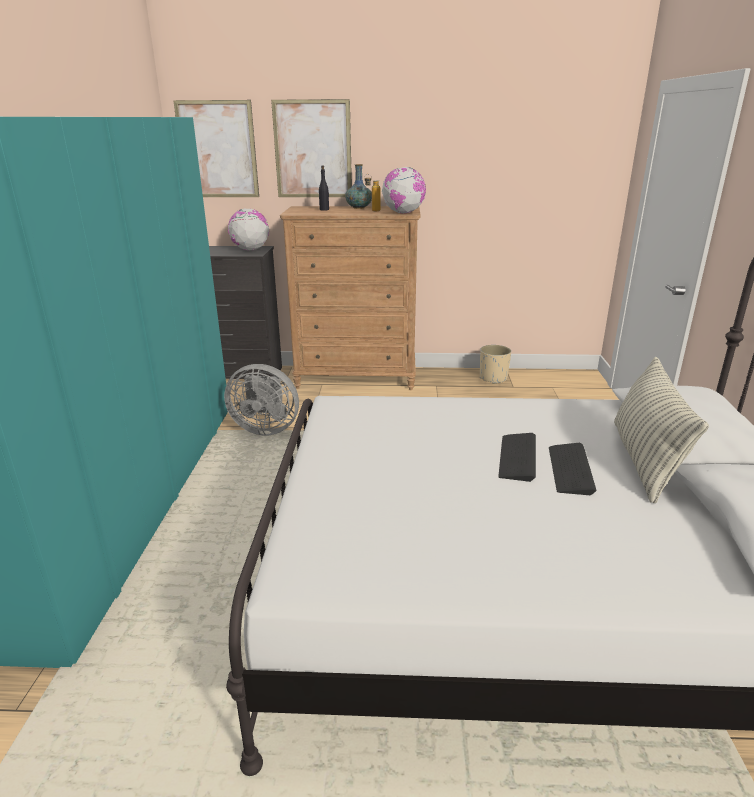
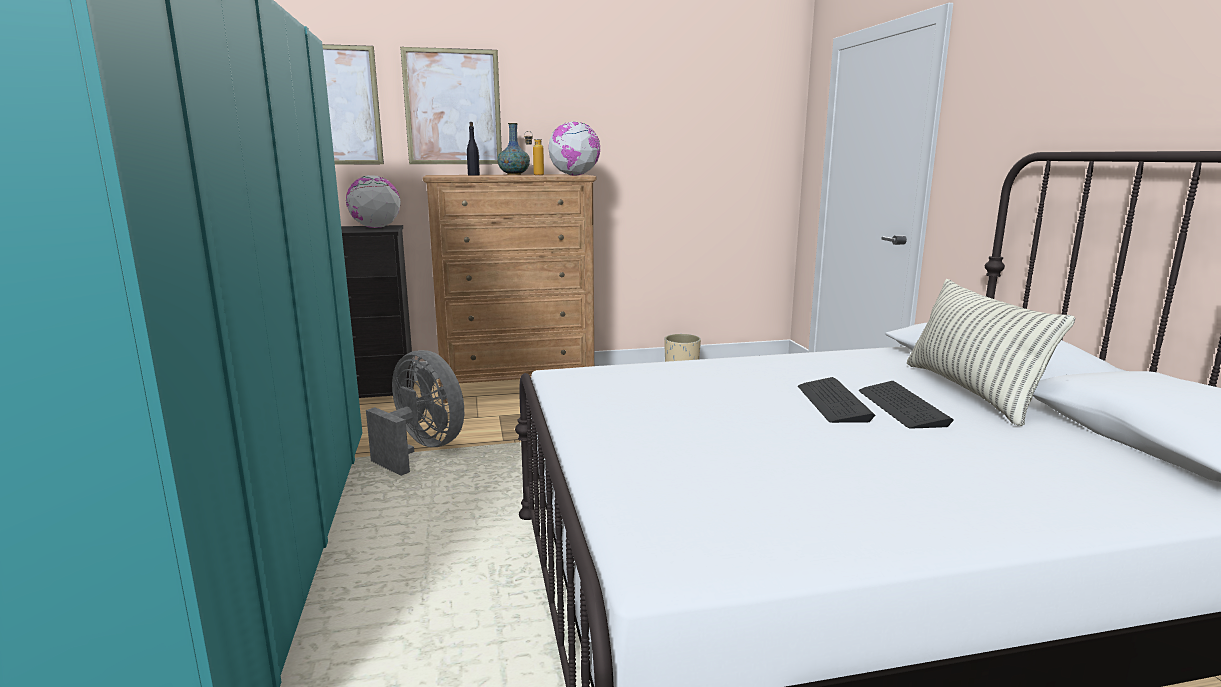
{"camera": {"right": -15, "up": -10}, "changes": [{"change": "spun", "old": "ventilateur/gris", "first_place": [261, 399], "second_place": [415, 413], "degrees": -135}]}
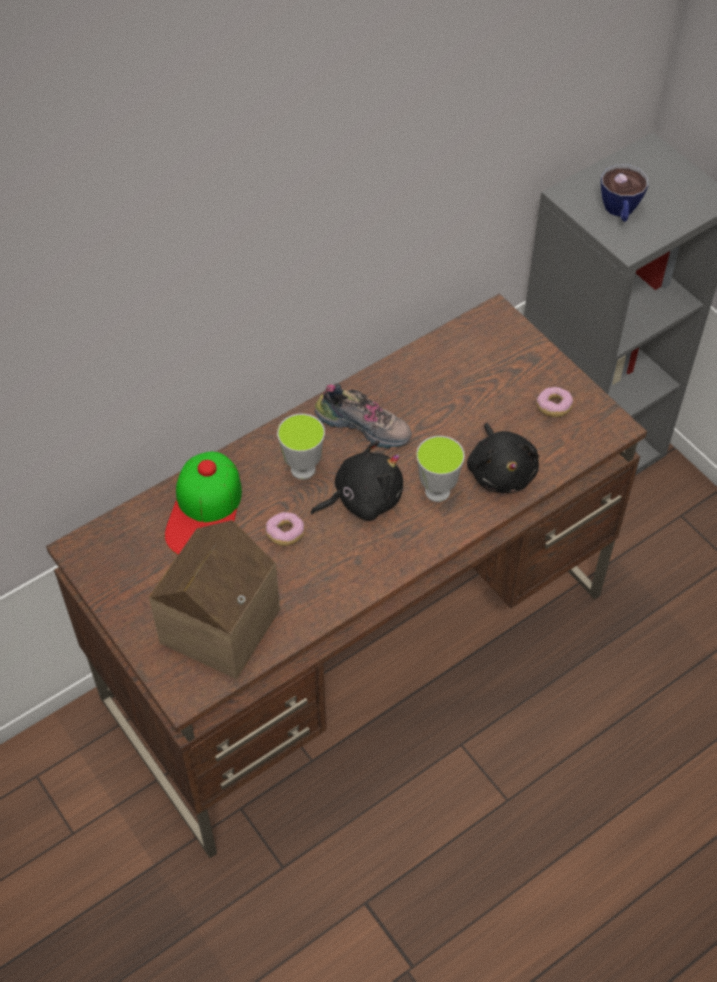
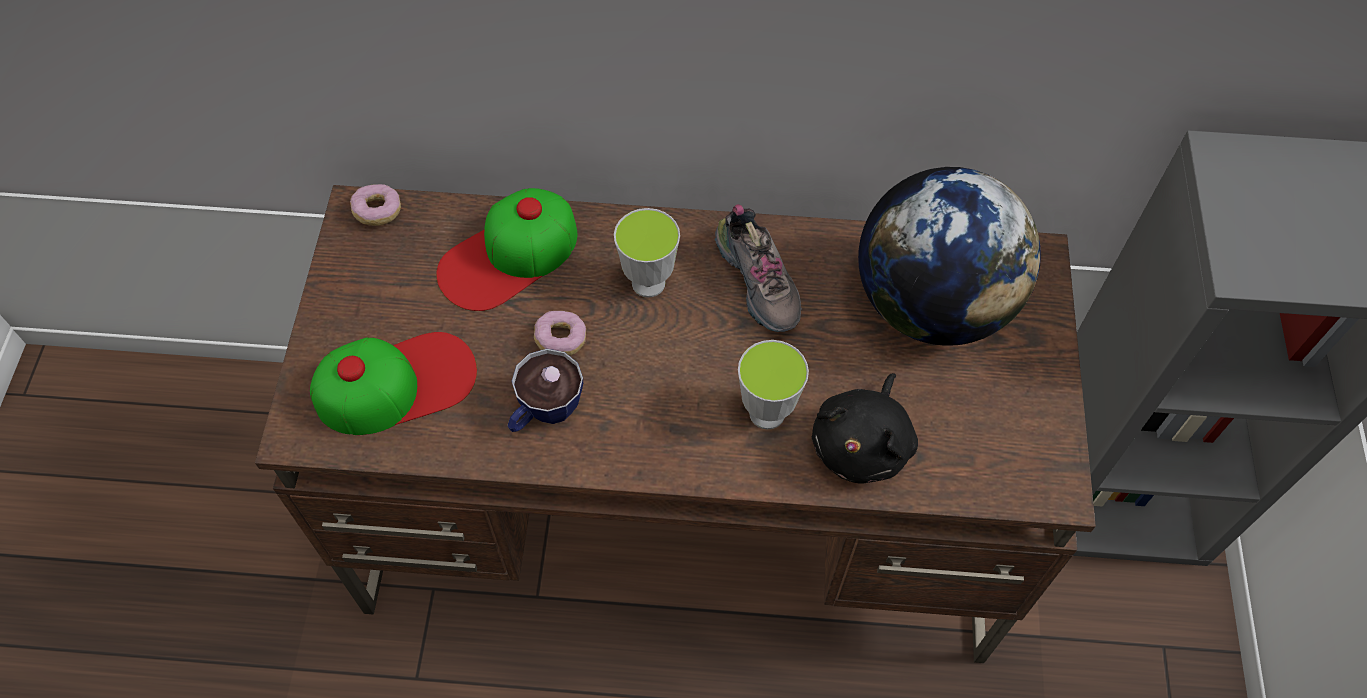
{"camera": {"right": 40, "up": 5}, "changes": [{"change": "relocated", "old": "tasse", "first_place": [625, 193], "second_place": [545, 390]}, {"change": "relocated", "old": "beignet", "first_place": [555, 402], "second_place": [375, 205]}, {"change": "missing", "old": "peluche/noir", "first_place": [357, 480]}, {"change": "exchanged", "old": "maison miniature", "new": "casquette", "first_place": [214, 599], "second_place": [393, 383]}, {"change": "appeared", "new": "globe", "second_place": [949, 256]}]}
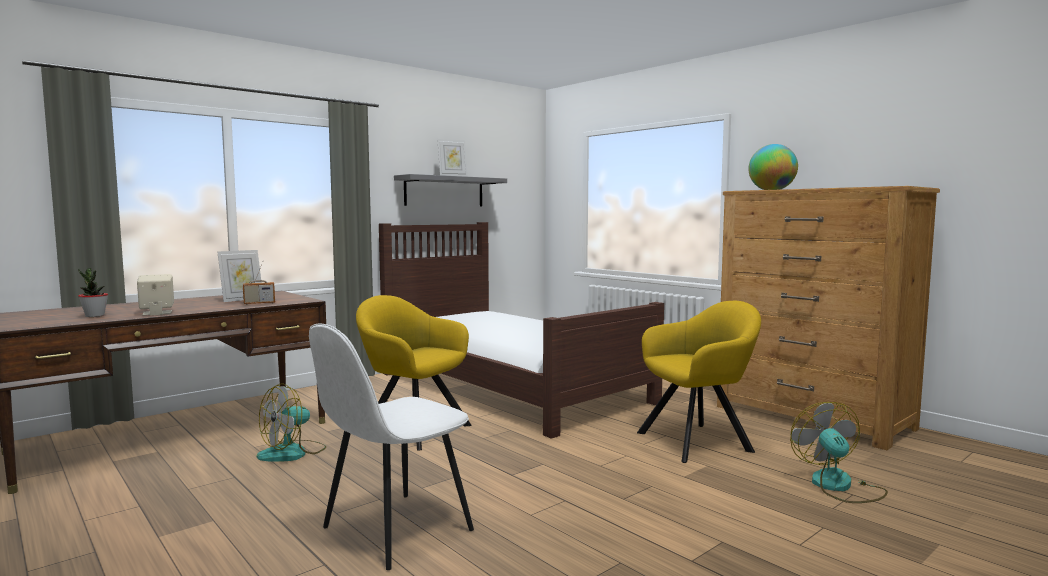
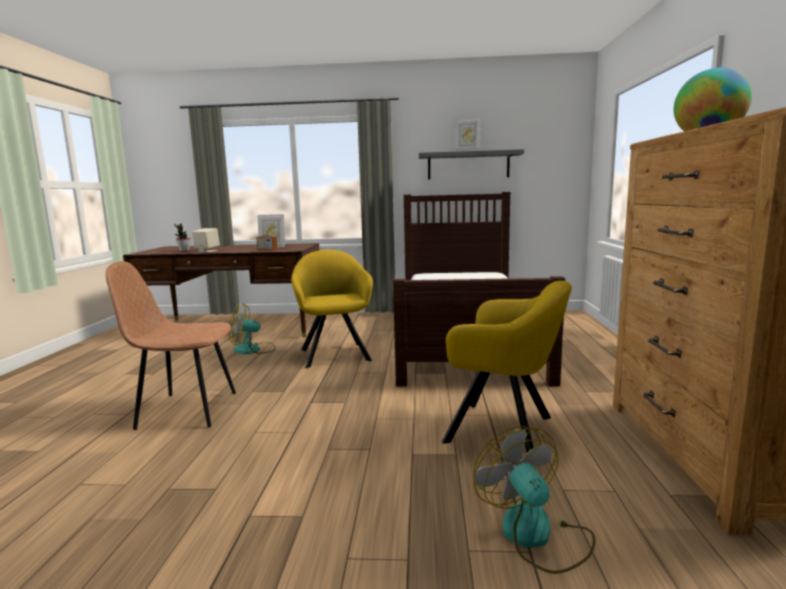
{"camera": {"right": 45, "up": 5}, "changes": [{"change": "colour", "old": "chaise/blanc", "new": "chaise/marron", "first_place": [391, 447], "second_place": [171, 345]}, {"change": "spun", "old": "ventilateur", "first_place": [839, 452], "second_place": [534, 500], "degrees": -60}]}
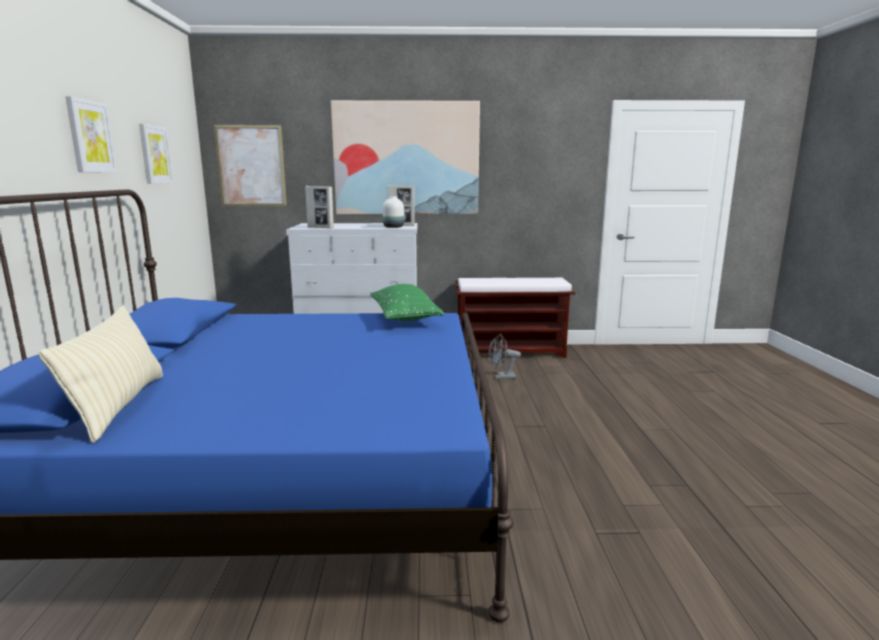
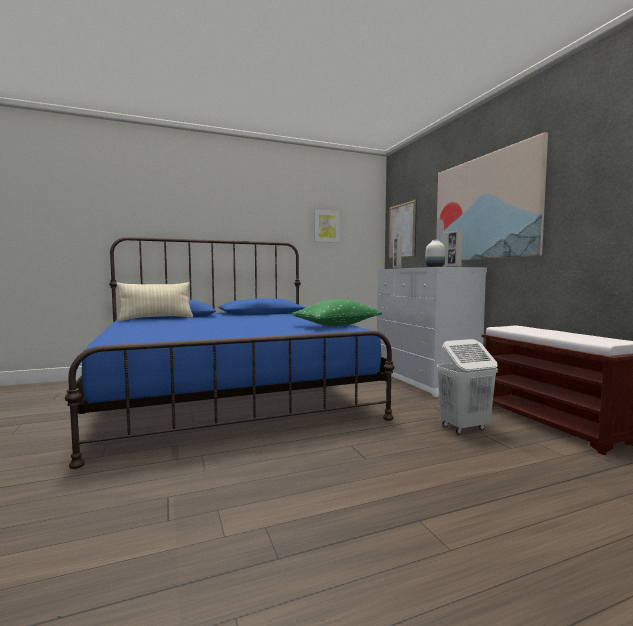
{"camera": {"right": 70, "up": -10}, "changes": [{"change": "missing", "old": "tableau", "first_place": [91, 134]}, {"change": "exchanged", "old": "ventilateur/gris", "new": "panier à linge/blanc", "first_place": [505, 356], "second_place": [467, 386]}]}
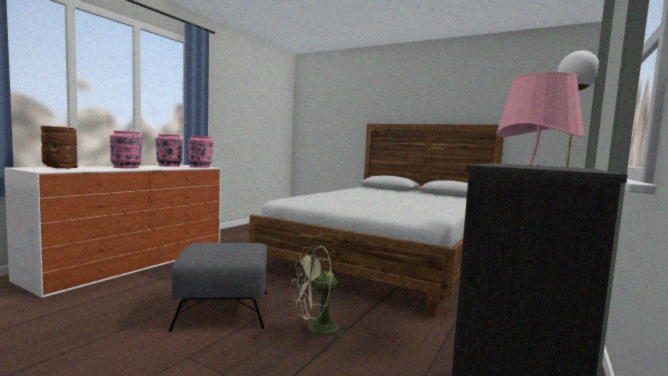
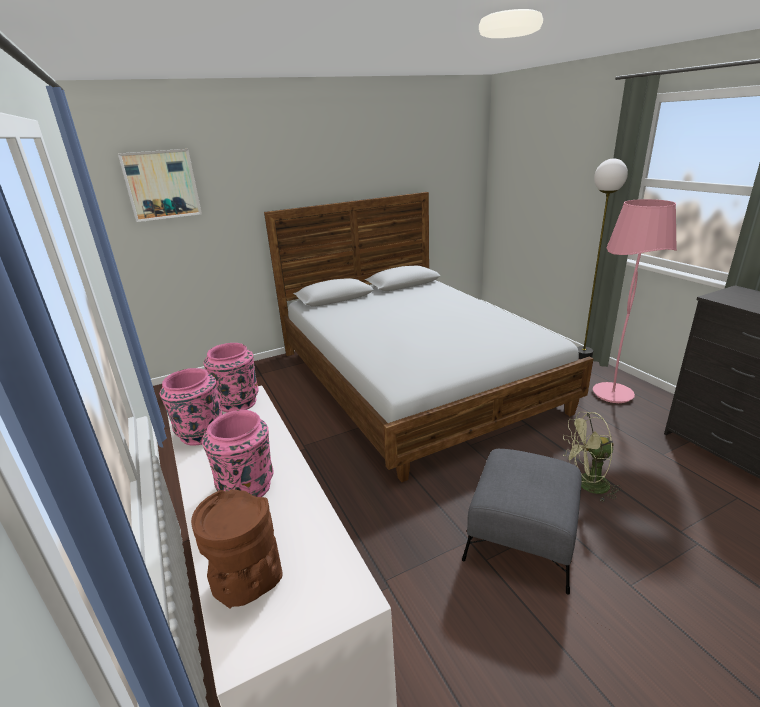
{"camera": {"right": -55, "up": 20}, "changes": [{"change": "spun", "old": "ventilateur/vert", "first_place": [321, 294], "second_place": [592, 457], "degrees": 75}, {"change": "appeared", "new": "tableau", "second_place": [160, 185]}]}
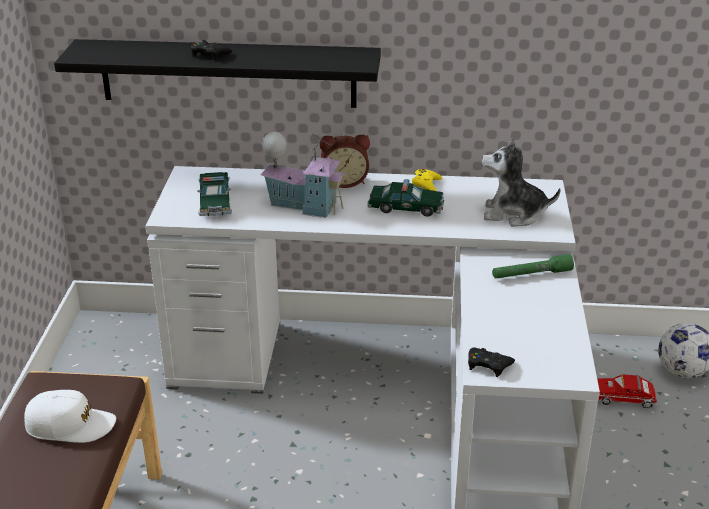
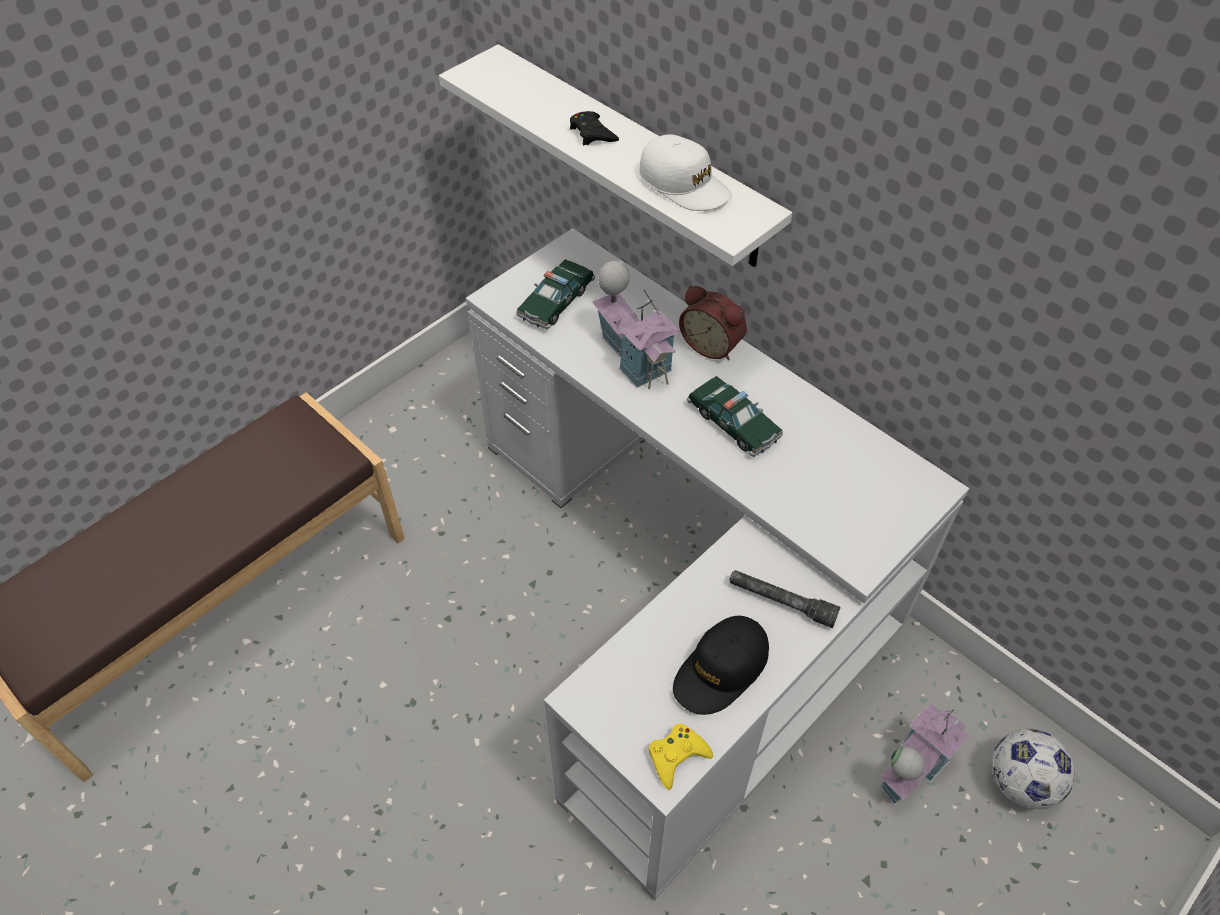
{"camera": {"right": 40, "up": 20}, "changes": [{"change": "colour", "old": "étagère/noir", "new": "étagère/blanc", "first_place": [217, 73], "second_place": [615, 155]}, {"change": "missing", "old": "peluche", "first_place": [521, 182]}, {"change": "relocated", "old": "manette/jaune", "first_place": [427, 180], "second_place": [681, 757]}, {"change": "colour", "old": "lampe de poche/vert", "new": "lampe de poche/gris", "first_place": [533, 266], "second_place": [785, 599]}, {"change": "missing", "old": "manette/noir", "first_place": [491, 362]}, {"change": "exchanged", "old": "camion jouet", "new": "maison miniature", "first_place": [630, 391], "second_place": [924, 754]}, {"change": "relocated", "old": "casquette/blanc", "first_place": [70, 416], "second_place": [685, 172]}, {"change": "appeared", "new": "casquette/noir", "second_place": [721, 665]}]}
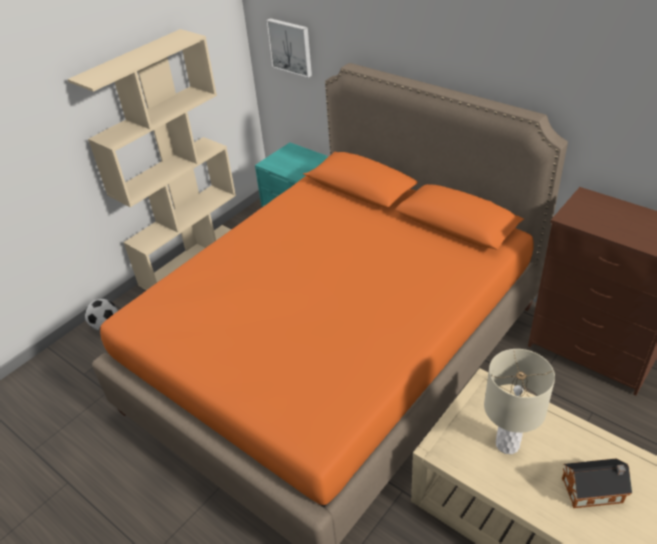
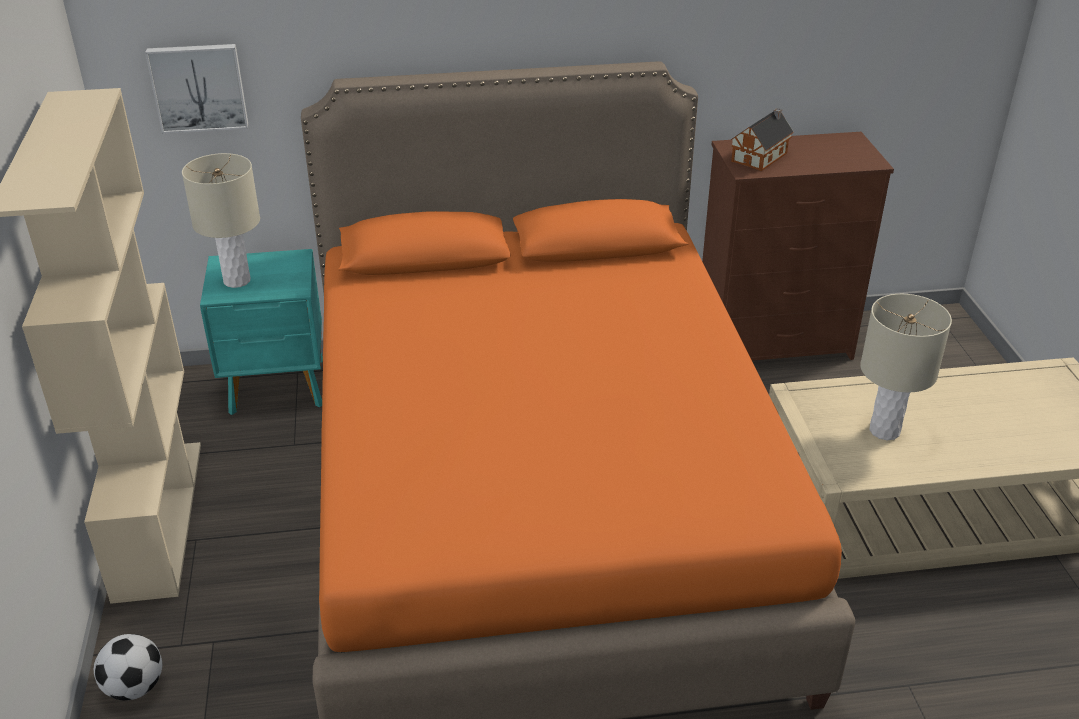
{"camera": {"right": -50, "up": -5}, "changes": [{"change": "relocated", "old": "maison miniature", "first_place": [597, 483], "second_place": [762, 139]}, {"change": "appeared", "new": "lampe de table/beige", "second_place": [221, 220]}]}
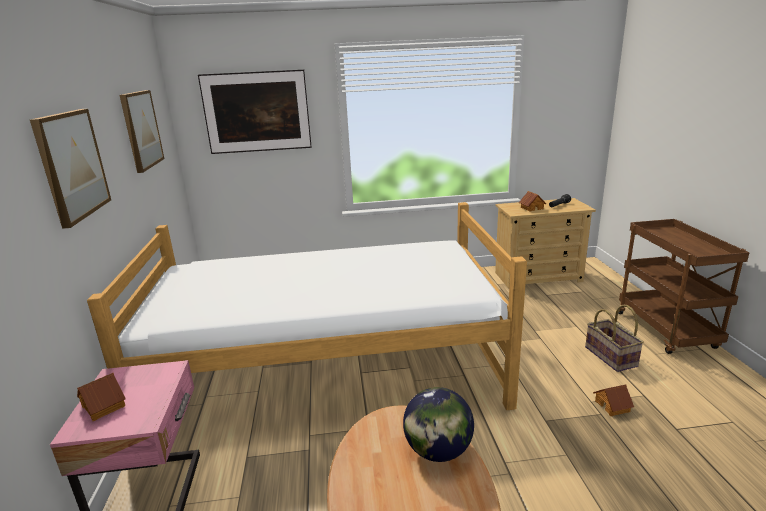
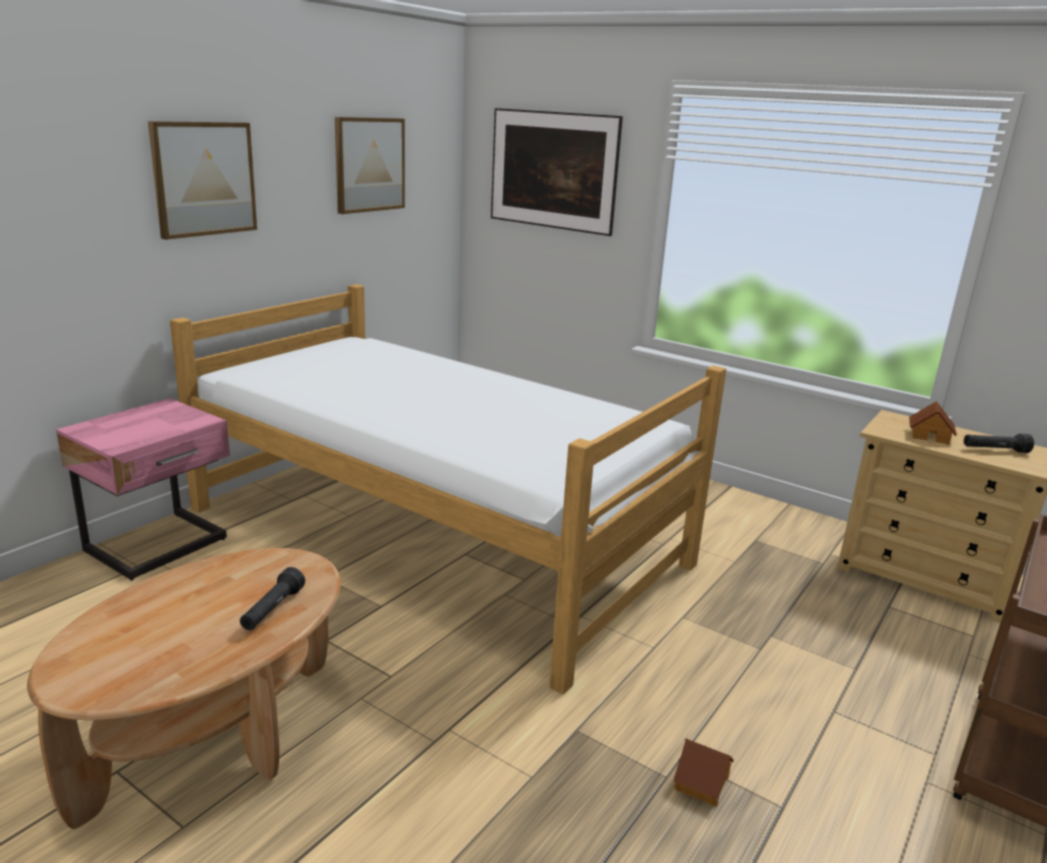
{"camera": {"right": 40, "up": 0}, "changes": [{"change": "missing", "old": "panier", "first_place": [614, 338]}, {"change": "missing", "old": "maison miniature", "first_place": [101, 397]}, {"change": "exchanged", "old": "globe", "new": "lampe de poche/noir", "first_place": [438, 424], "second_place": [272, 598]}]}
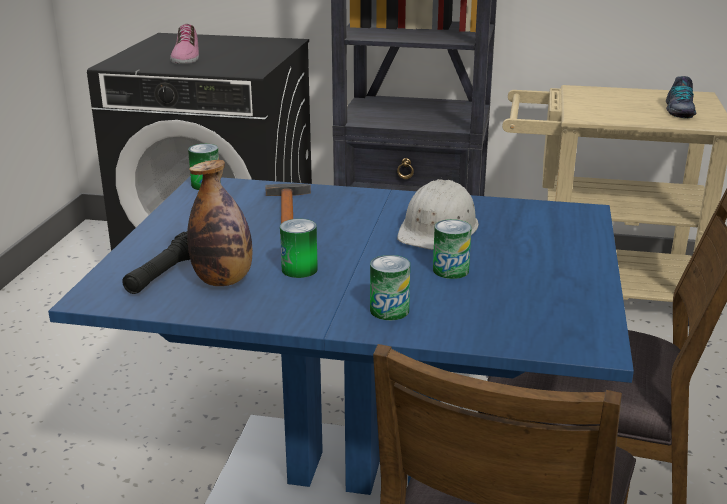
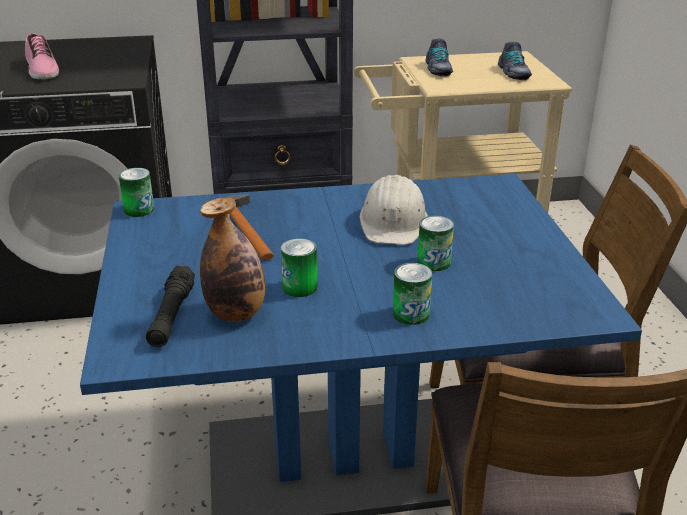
{"camera": {"right": -20, "up": 5}, "changes": [{"change": "appeared", "new": "chaussure", "second_place": [439, 57]}]}
